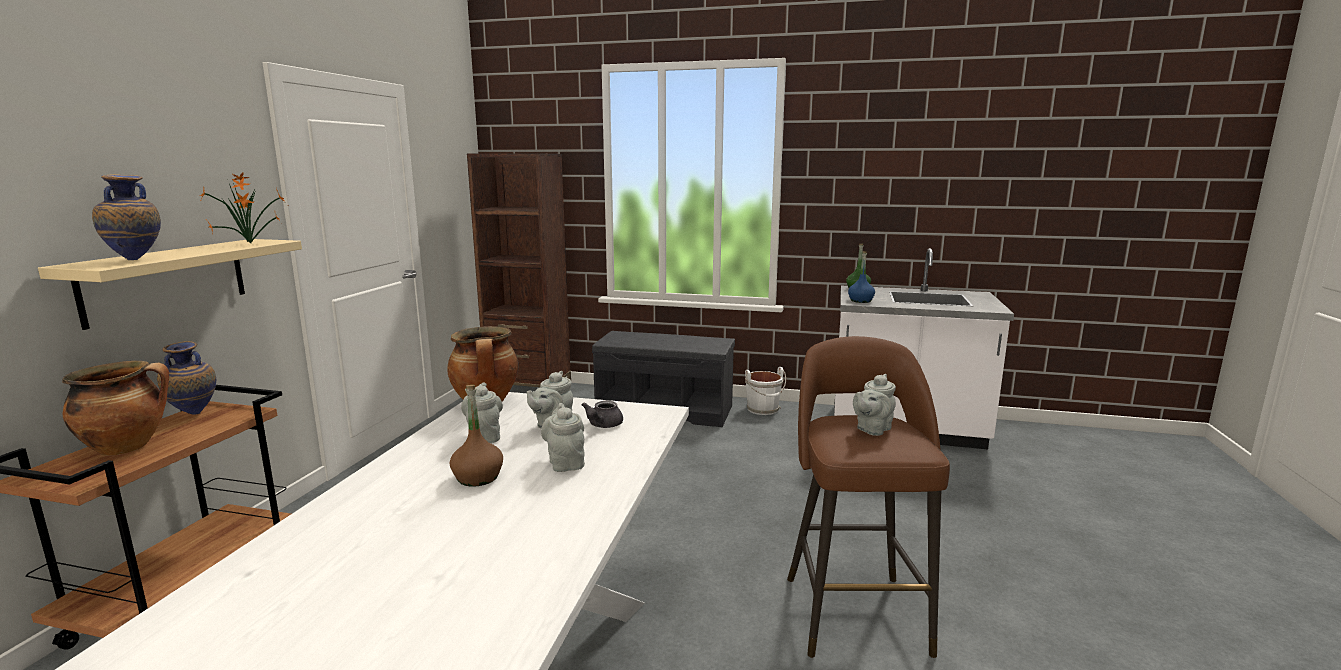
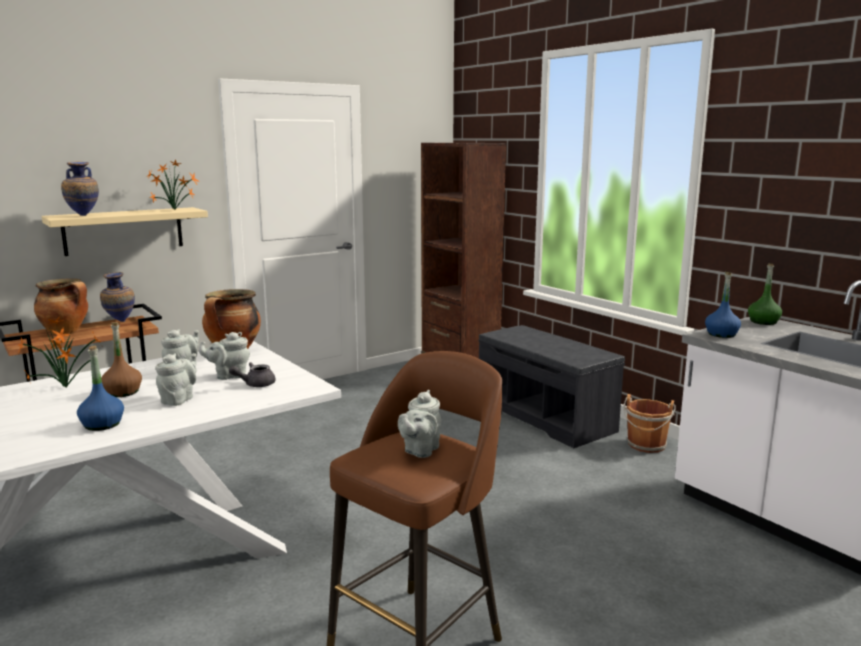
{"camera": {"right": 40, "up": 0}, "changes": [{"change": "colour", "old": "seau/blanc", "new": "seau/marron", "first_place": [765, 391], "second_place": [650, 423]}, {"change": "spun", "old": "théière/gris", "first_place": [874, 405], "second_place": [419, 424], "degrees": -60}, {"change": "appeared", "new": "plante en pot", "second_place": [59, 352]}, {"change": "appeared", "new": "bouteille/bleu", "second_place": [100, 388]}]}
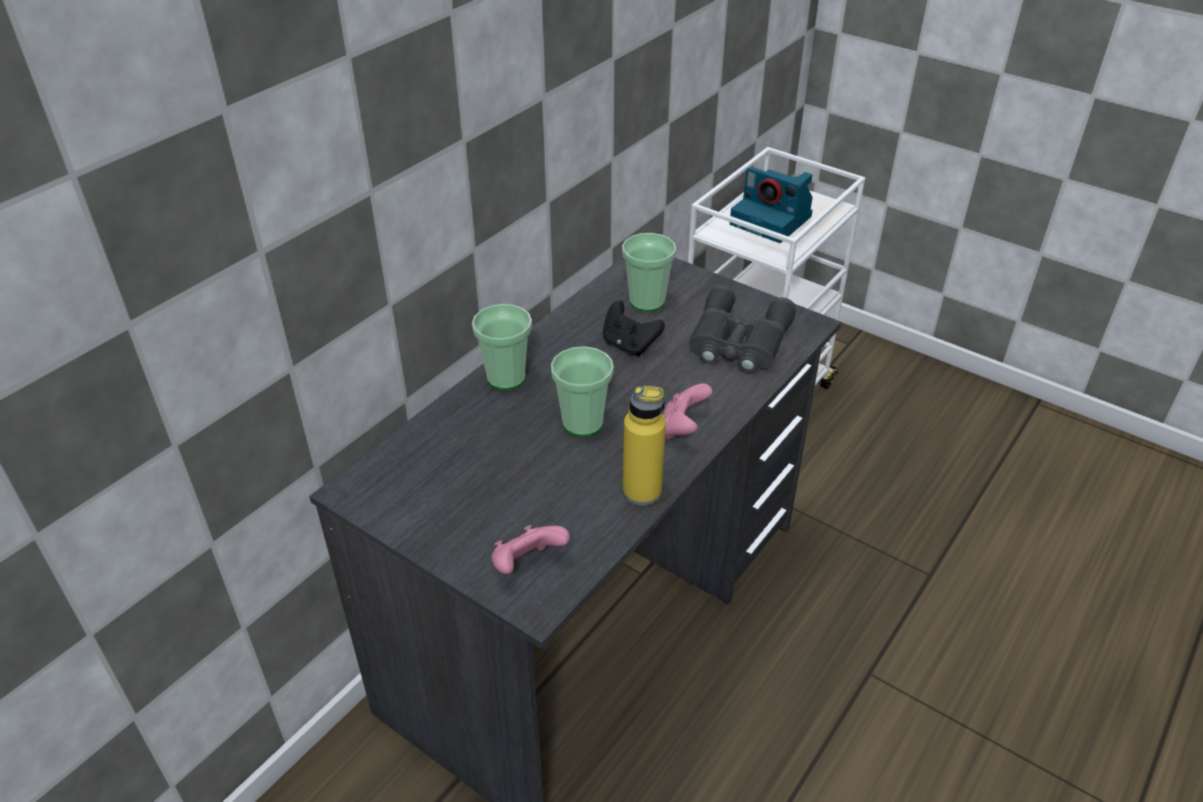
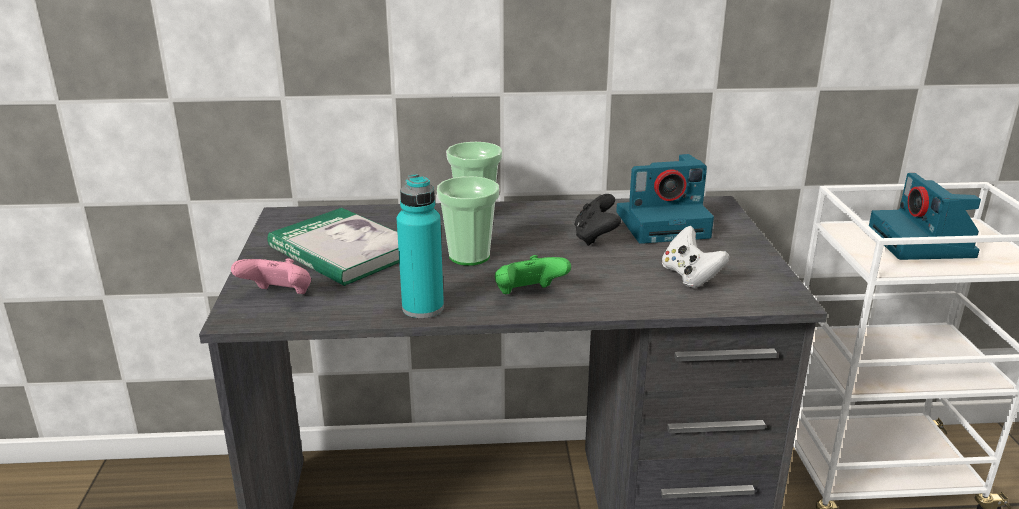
{"camera": {"right": 50, "up": -15}, "changes": [{"change": "exchanged", "old": "tasse", "new": "appareil photo", "first_place": [649, 272], "second_place": [665, 199]}, {"change": "exchanged", "old": "jumelles/gris", "new": "manette/blanc", "first_place": [742, 329], "second_place": [696, 257]}, {"change": "colour", "old": "manette/rose", "new": "manette/vert", "first_place": [687, 411], "second_place": [533, 274]}, {"change": "colour", "old": "bouteille/jaune", "new": "bouteille/turquoise", "first_place": [644, 446], "second_place": [420, 246]}, {"change": "appeared", "new": "livre", "second_place": [333, 247]}]}
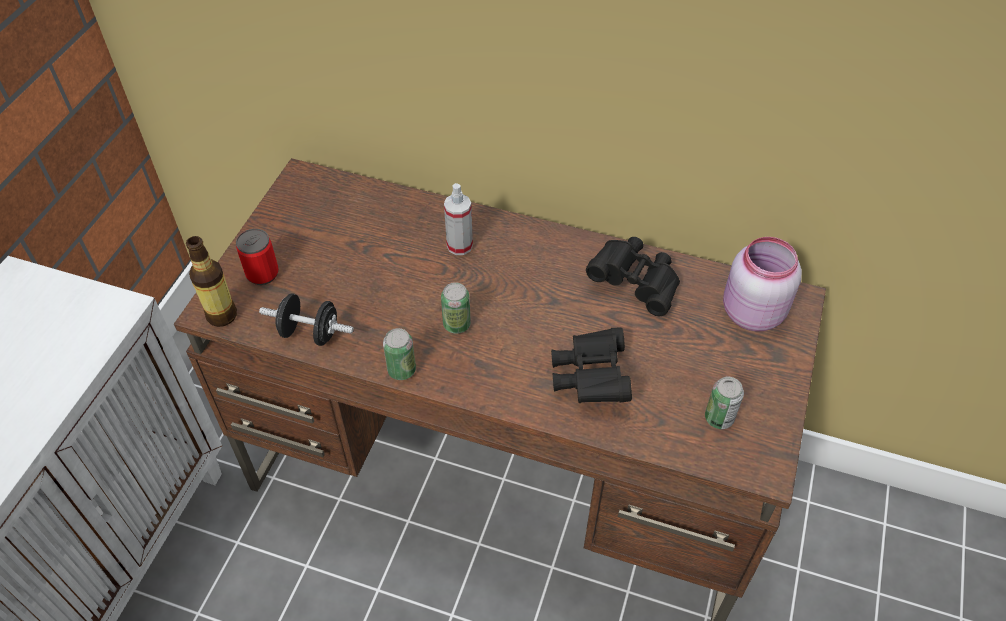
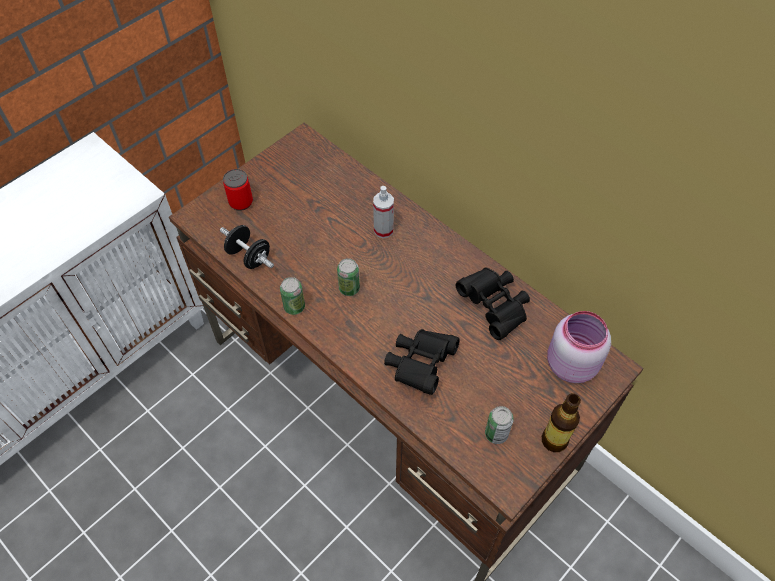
{"camera": {"right": 25, "up": 5}, "changes": [{"change": "relocated", "old": "bouteille", "first_place": [211, 281], "second_place": [561, 422]}]}
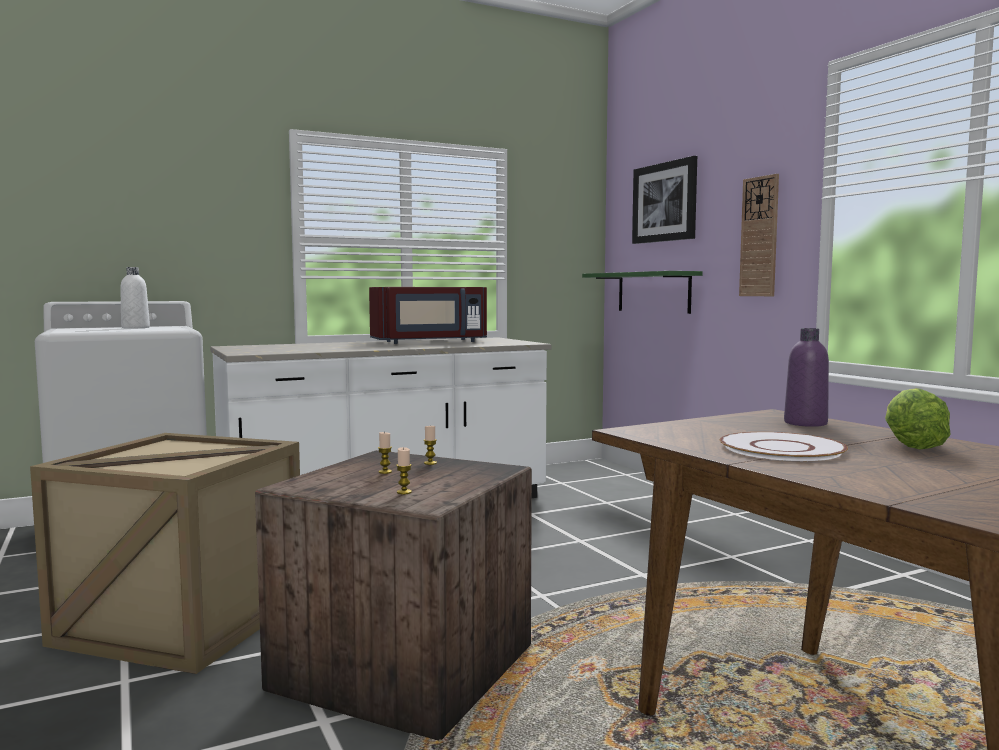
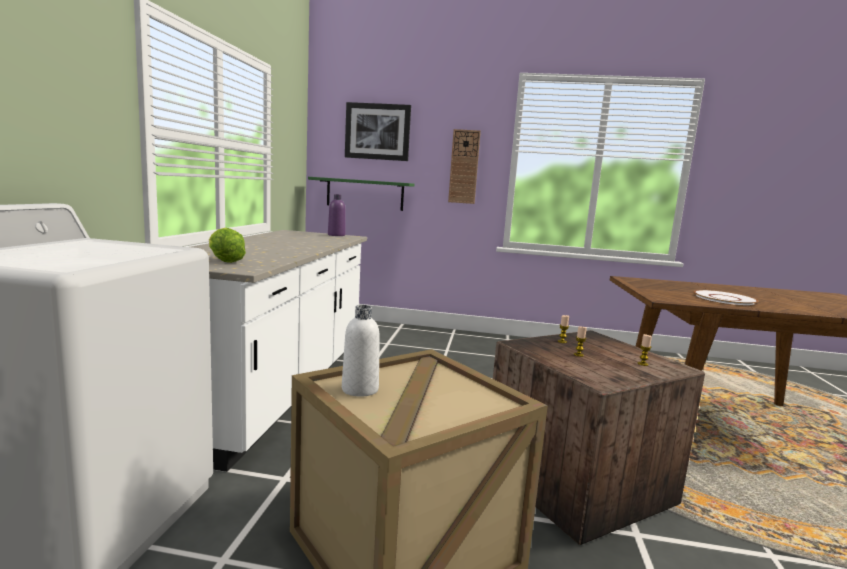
{"camera": {"right": -55, "up": 5}, "changes": [{"change": "relocated", "old": "bouteille/blanc", "first_place": [135, 298], "second_place": [361, 351]}, {"change": "missing", "old": "micro-ondes/rouge", "first_place": [428, 315]}, {"change": "relocated", "old": "bouteille/violet", "first_place": [806, 377], "second_place": [336, 215]}, {"change": "relocated", "old": "laitue", "first_place": [918, 418], "second_place": [227, 245]}]}
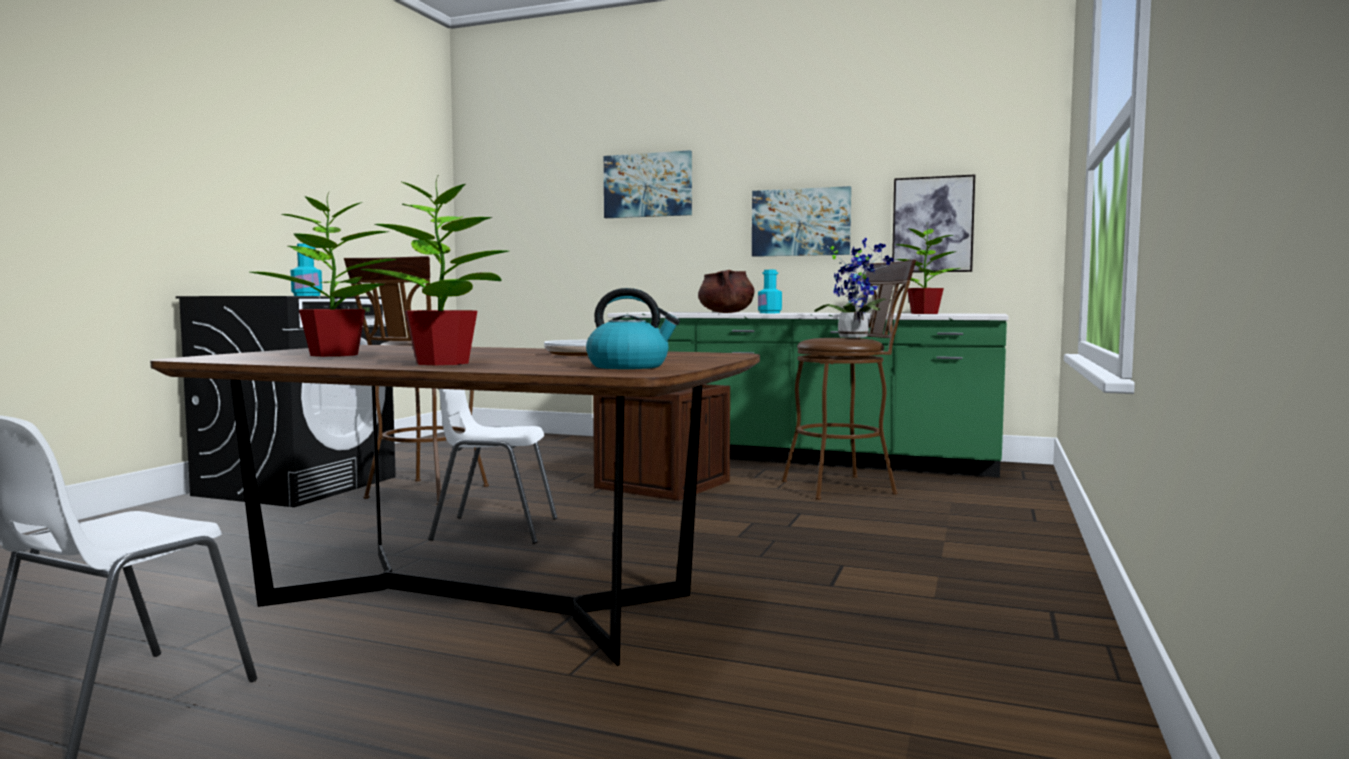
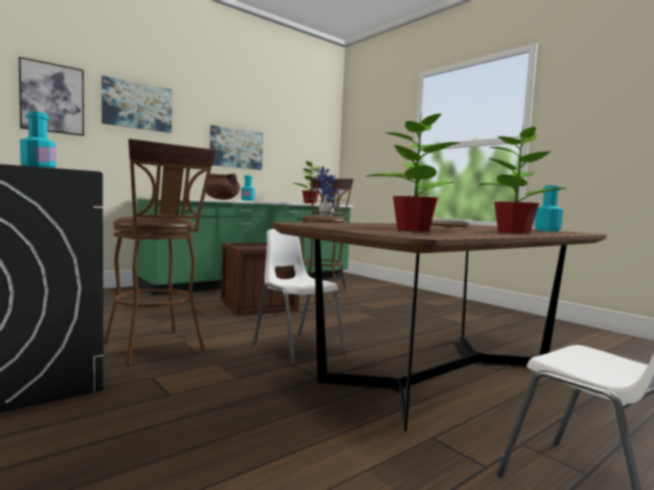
{"camera": {"right": -60, "up": 0}, "changes": [{"change": "relocated", "old": "tableau", "first_place": [933, 223], "second_place": [51, 96]}, {"change": "exchanged", "old": "bouilloire", "new": "bouteille/turquoise", "first_place": [633, 328], "second_place": [549, 209]}, {"change": "spun", "old": "chaise/blanc", "first_place": [493, 466], "second_place": [299, 297], "degrees": 105}]}
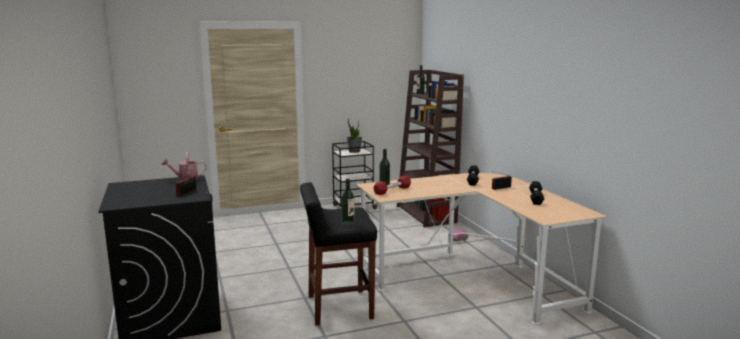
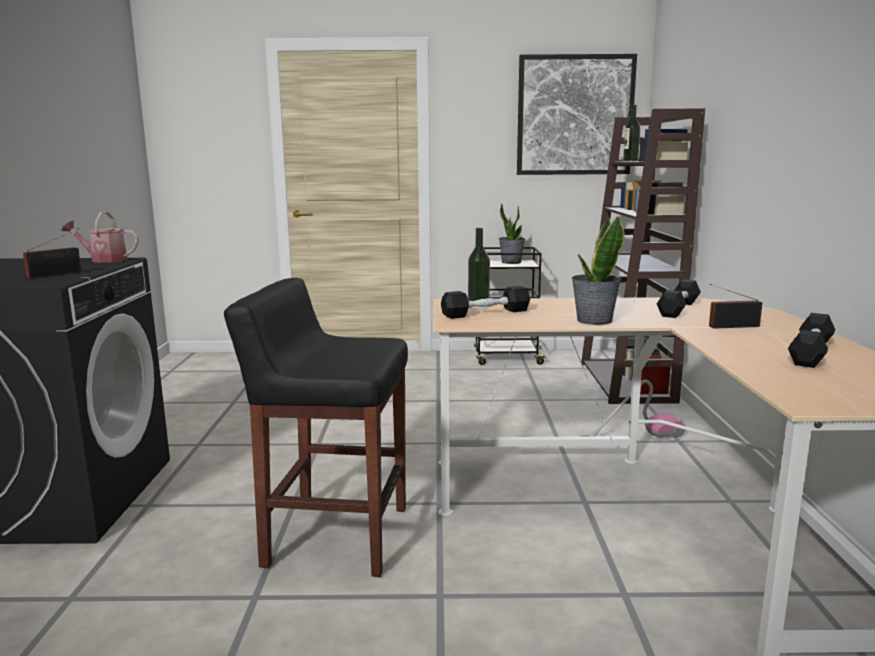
{"camera": {"right": 20, "up": 0}, "changes": [{"change": "colour", "old": "haltère/rouge", "new": "haltère/noir", "first_place": [392, 185], "second_place": [485, 302]}, {"change": "missing", "old": "bouteille", "first_place": [348, 202]}, {"change": "appeared", "new": "tableau", "second_place": [577, 114]}, {"change": "appeared", "new": "plante en pot", "second_place": [598, 270]}]}
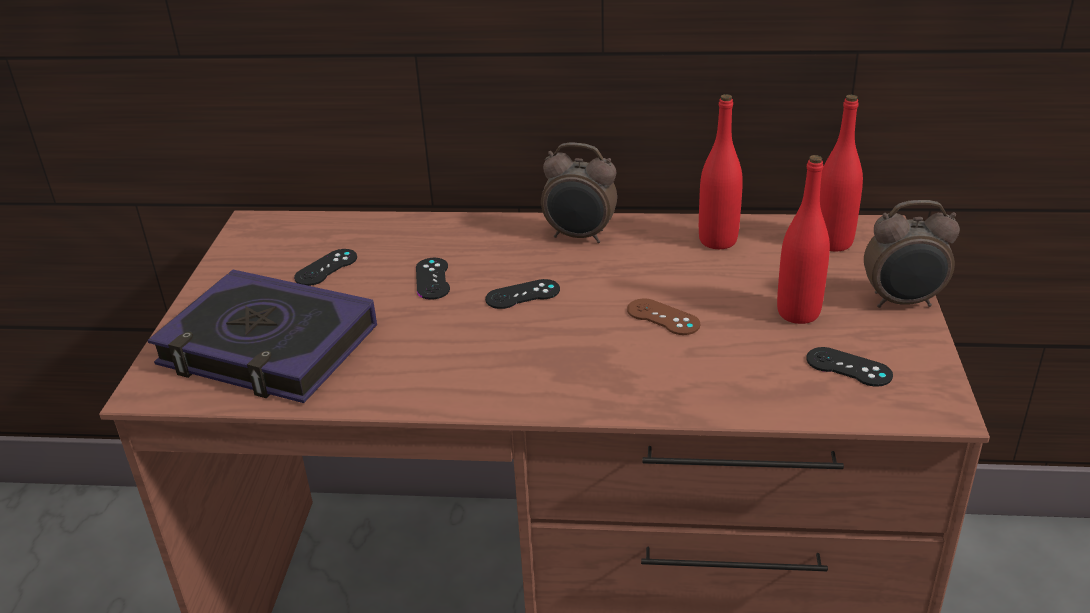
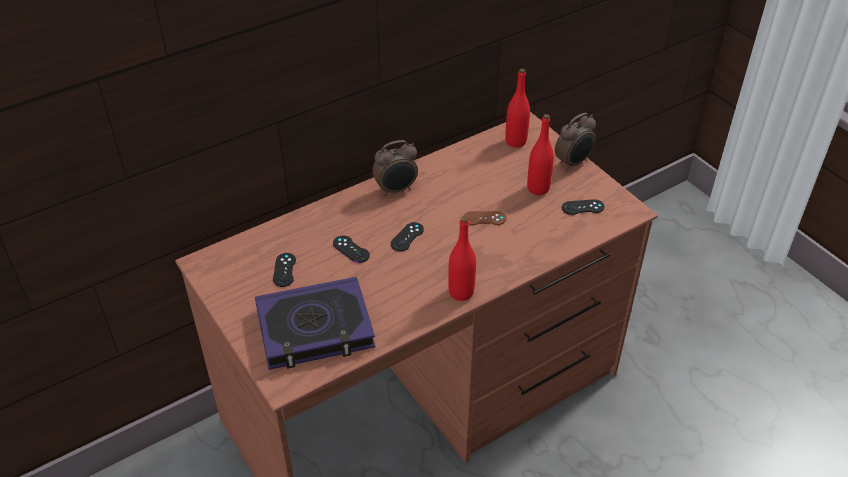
{"camera": {"right": -40, "up": 10}, "changes": [{"change": "relocated", "old": "bouteille/rouge", "first_place": [721, 171], "second_place": [462, 259]}]}
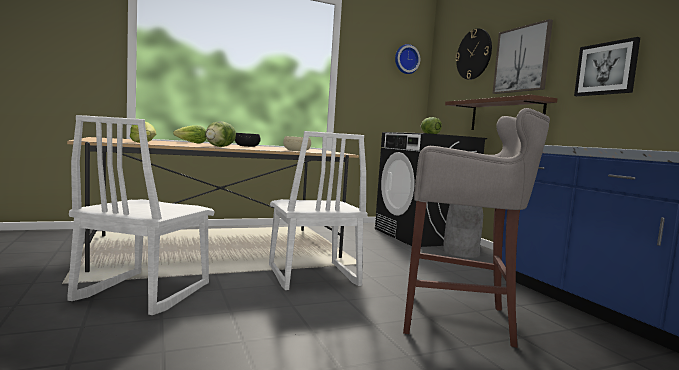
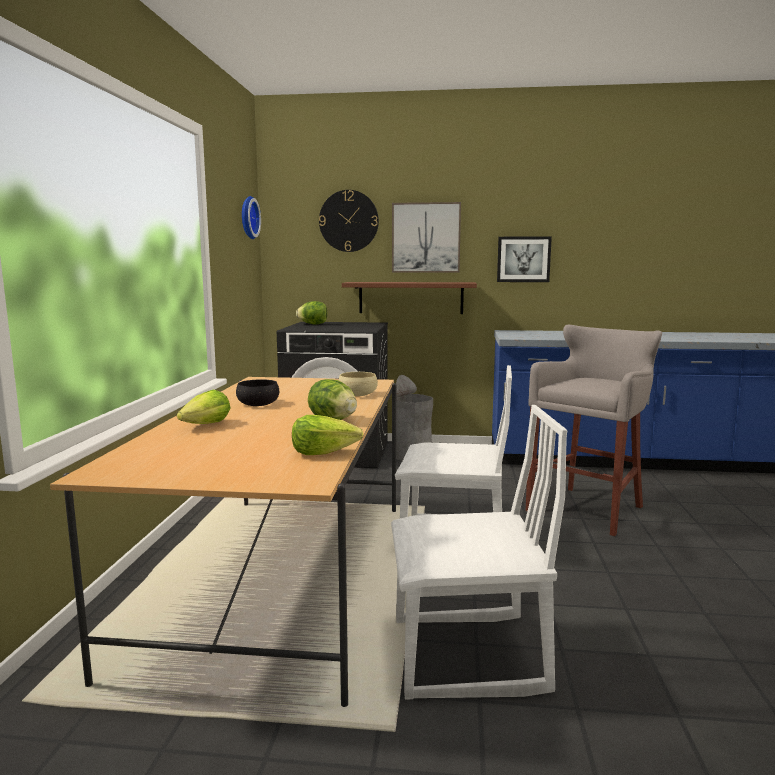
{"camera": {"right": -60, "up": 5}, "changes": [{"change": "spun", "old": "chaise/blanc", "first_place": [140, 215], "second_place": [479, 552], "degrees": -45}]}
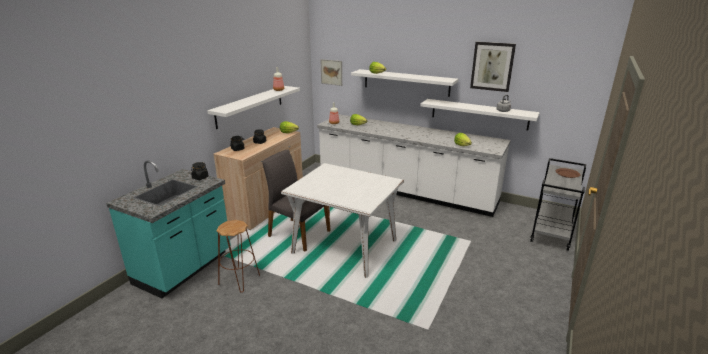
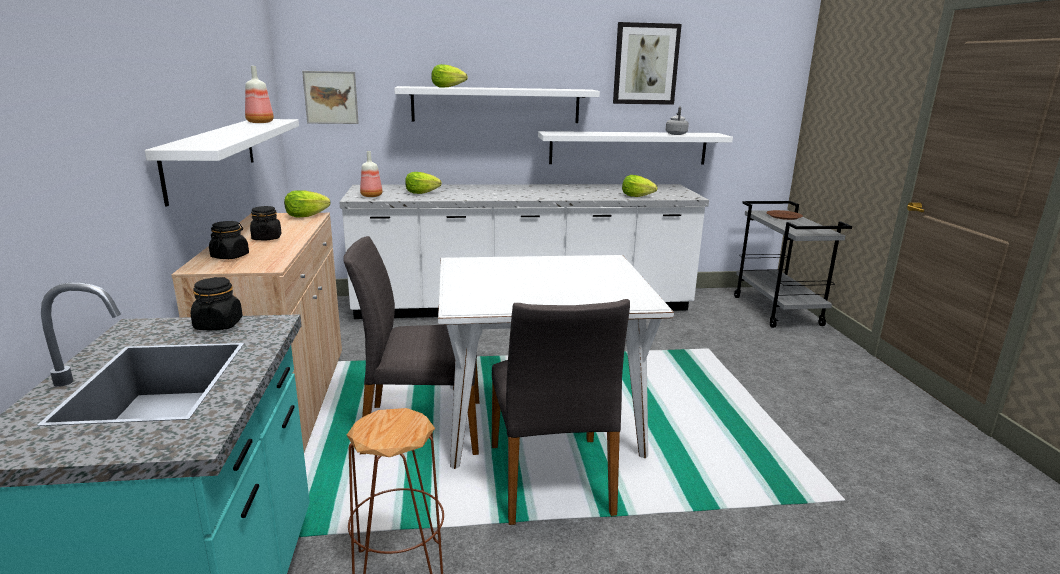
{"camera": {"right": -35, "up": -5}, "changes": [{"change": "appeared", "new": "chaise/gris", "second_place": [560, 412]}]}
